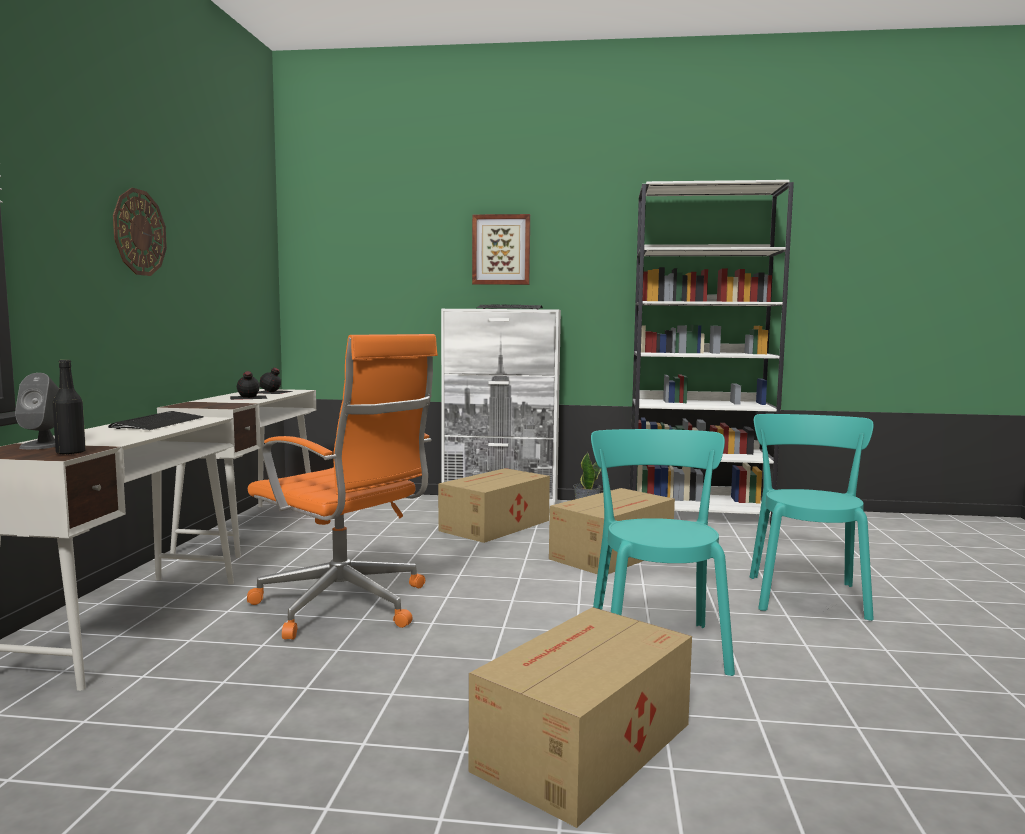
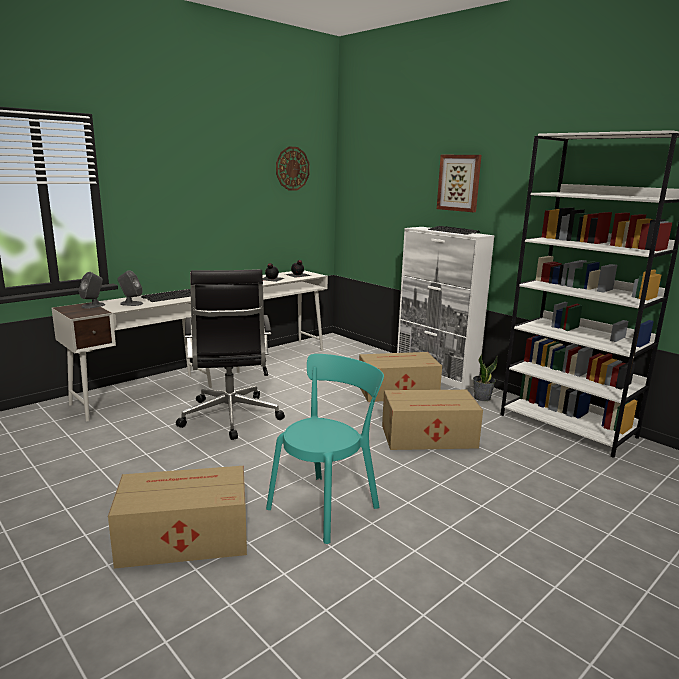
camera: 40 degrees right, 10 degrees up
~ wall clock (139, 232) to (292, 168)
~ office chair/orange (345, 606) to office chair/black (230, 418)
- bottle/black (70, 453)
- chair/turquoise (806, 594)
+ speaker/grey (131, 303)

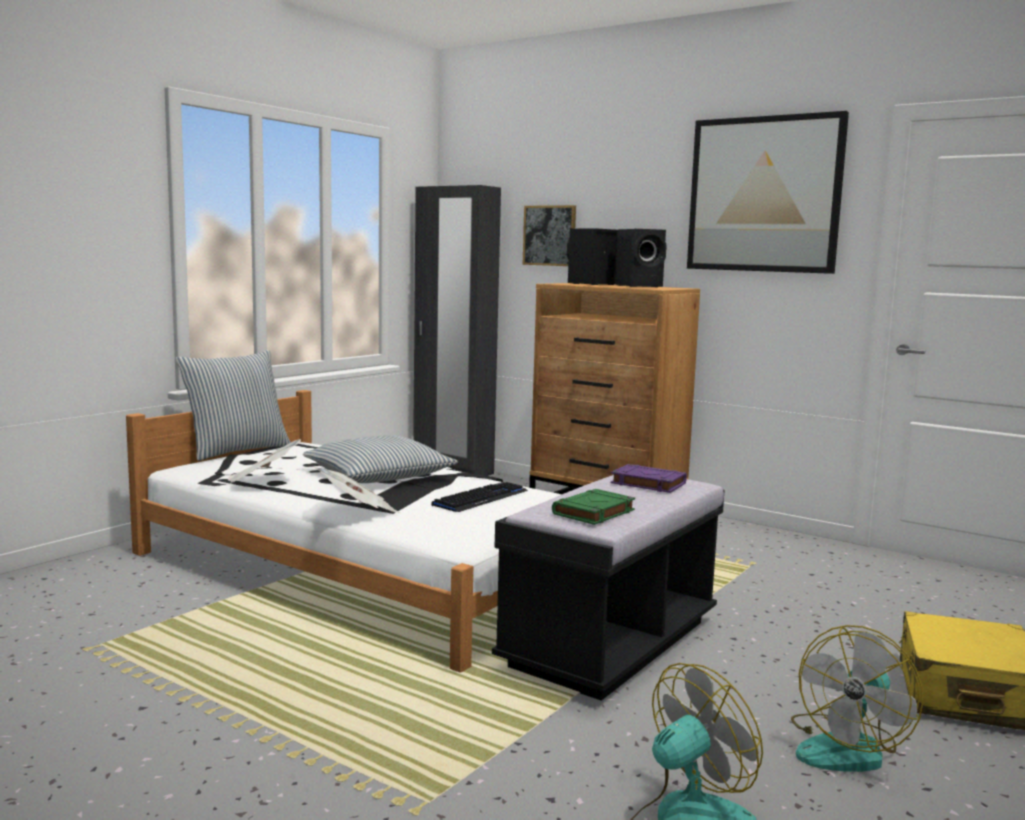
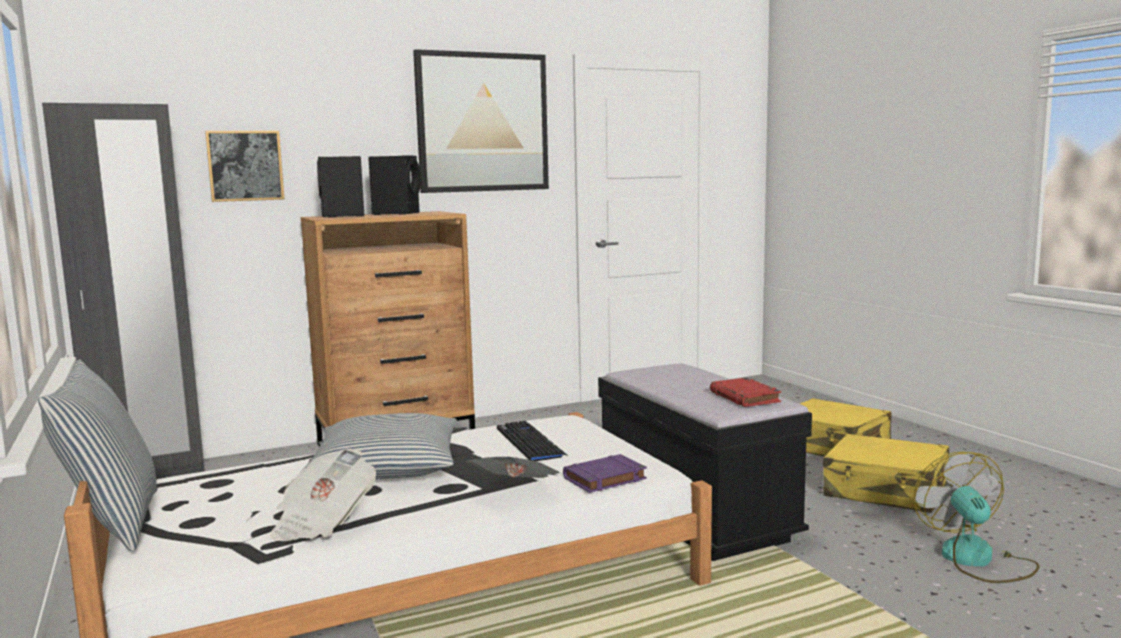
camera: 60 degrees left, 0 degrees up
~ book/purple (647, 483) to (604, 479)
~ book/green (593, 512) to book/red (745, 397)
~ fan (848, 748) to suitcase/yellow (886, 492)

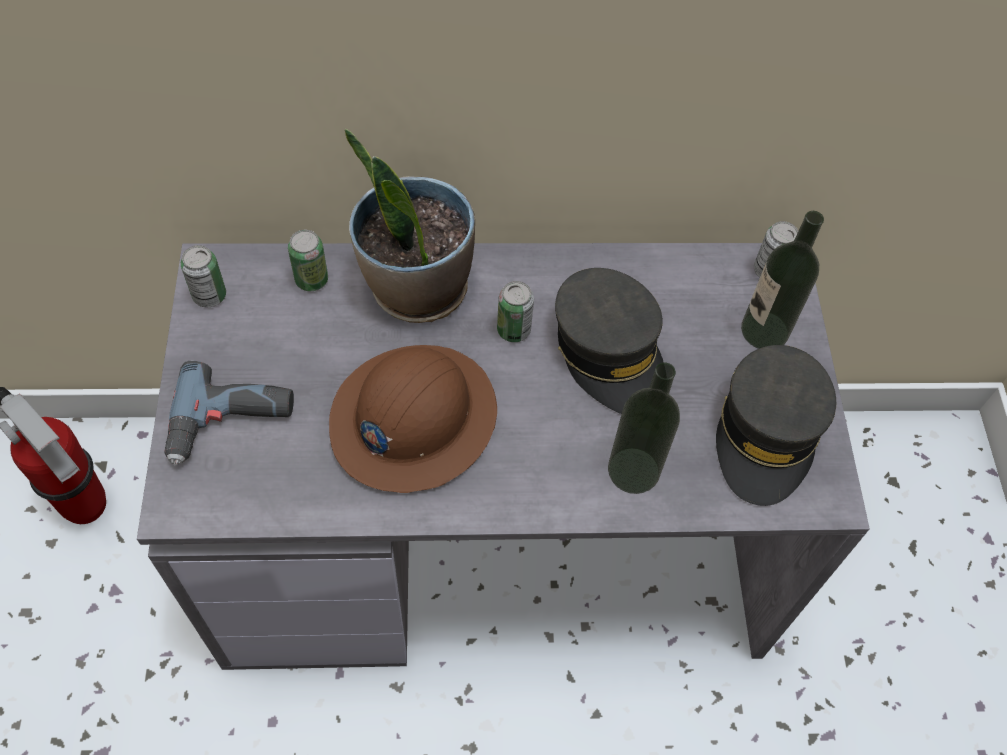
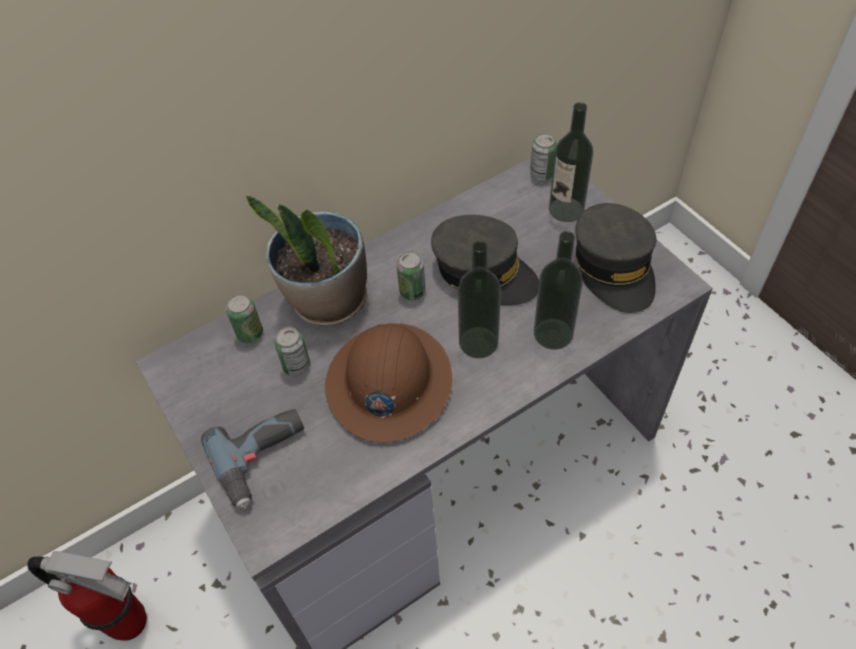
camera: 25 degrees left, 5 degrees down
~ can (209, 295) to (297, 366)
+ bottle (478, 342)

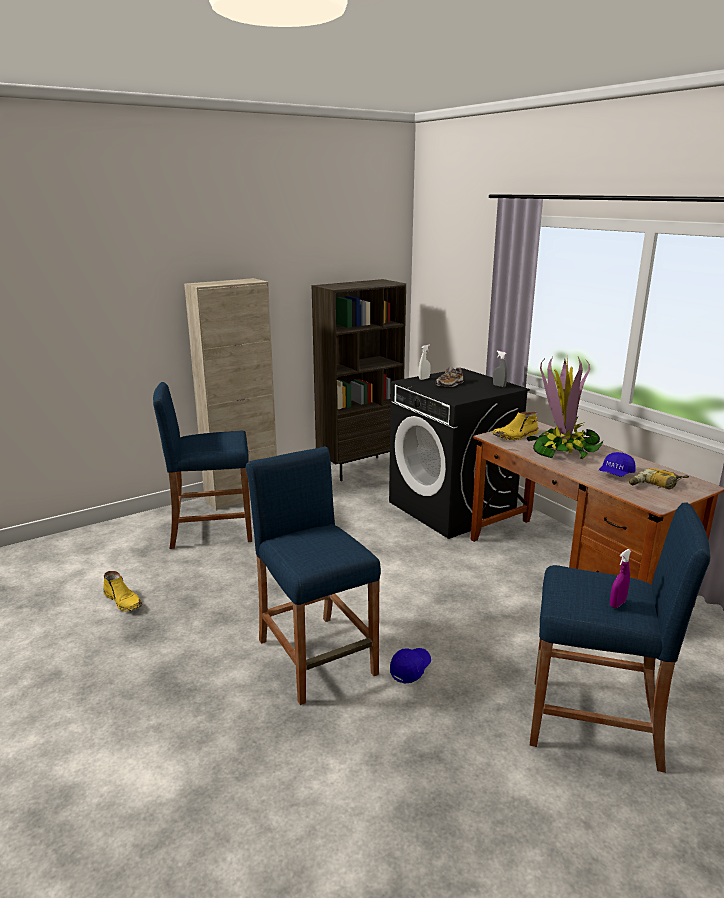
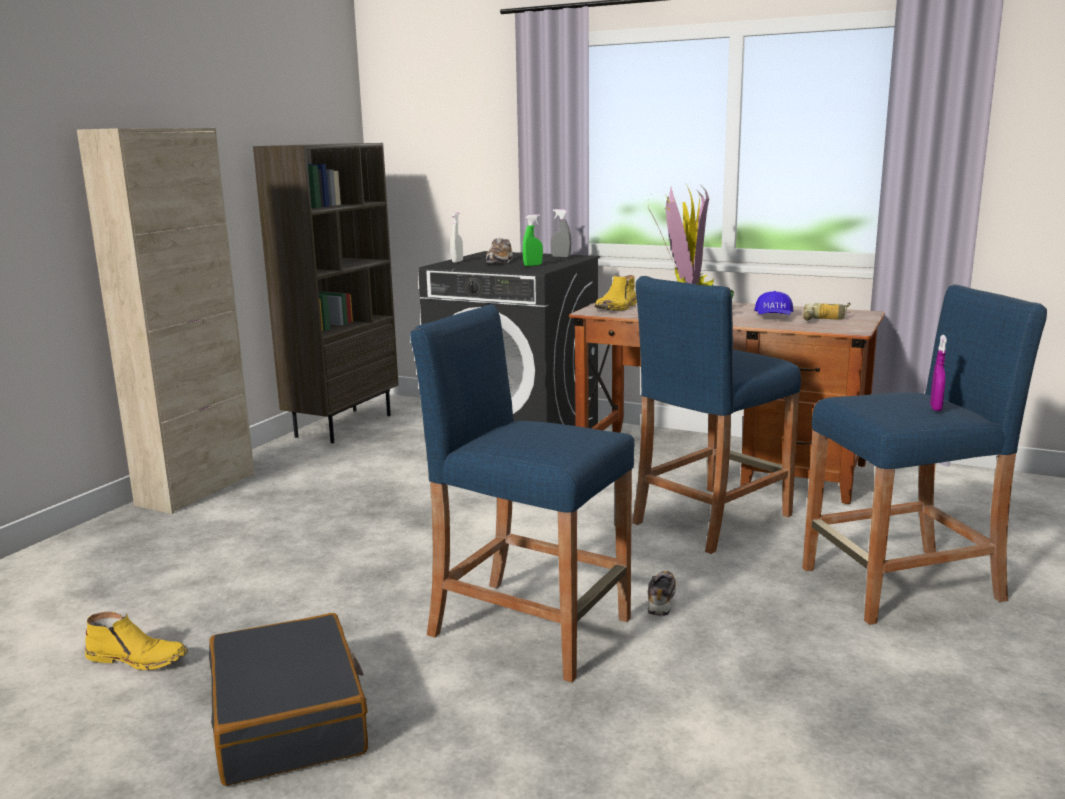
camera: 30 degrees left, 5 degrees down
~ stool/blue (211, 530) to (711, 519)
~ cap/blue (410, 669) to shoe (661, 601)
+ spray bottle/green (533, 265)
+ suitcase/black (289, 719)

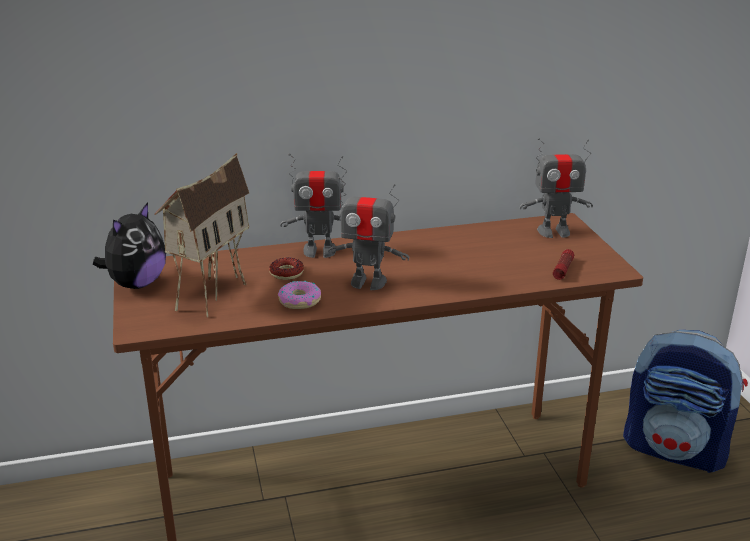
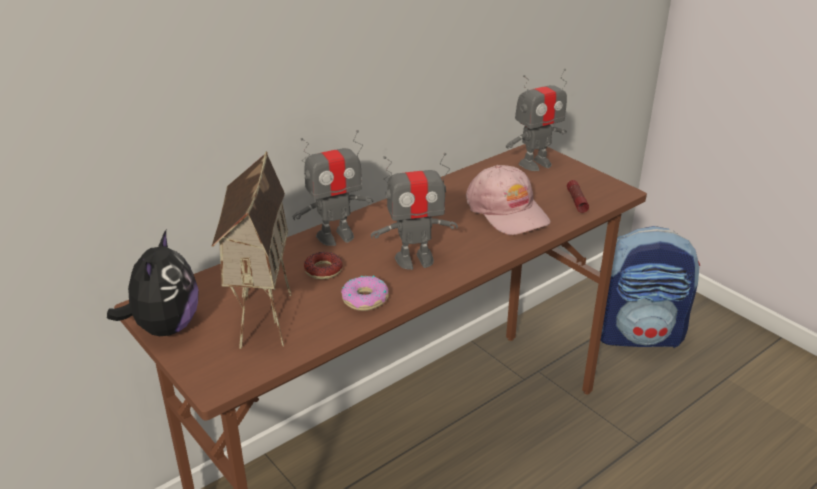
camera: 25 degrees left, 5 degrees up
+ cap/pink (507, 211)

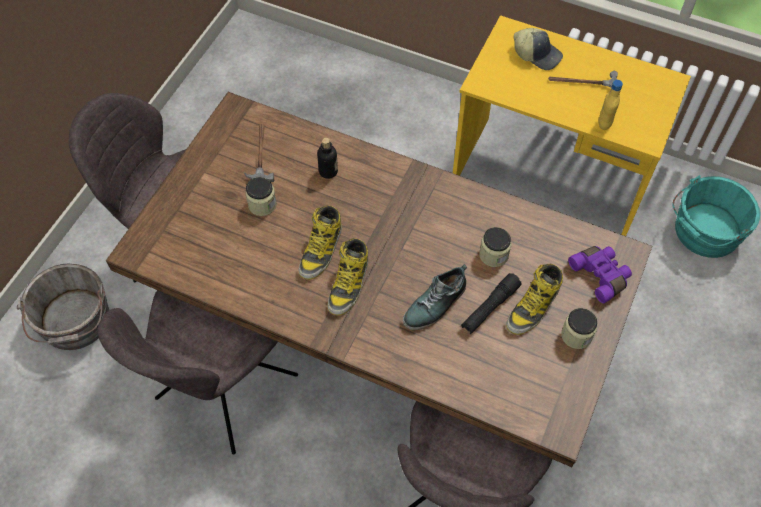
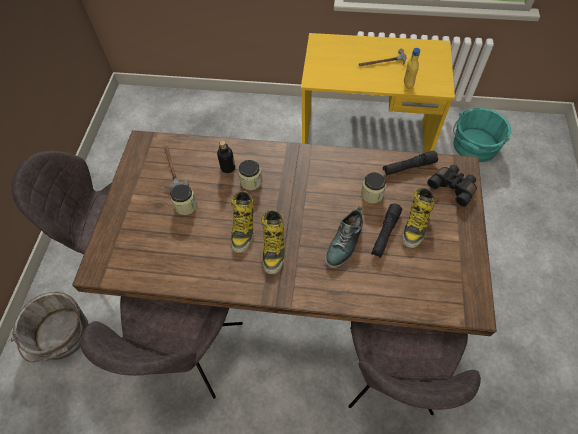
camera: 15 degrees left, 0 degrees up
- cap (537, 54)
~ binoculars/purple (601, 275) to binoculars/black (453, 187)
~ jar (576, 335) to (251, 181)
+ flashlight/black (409, 167)

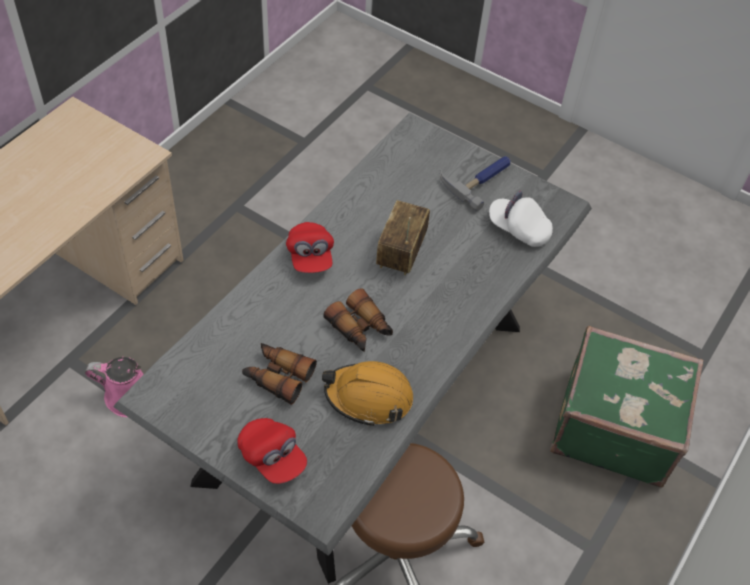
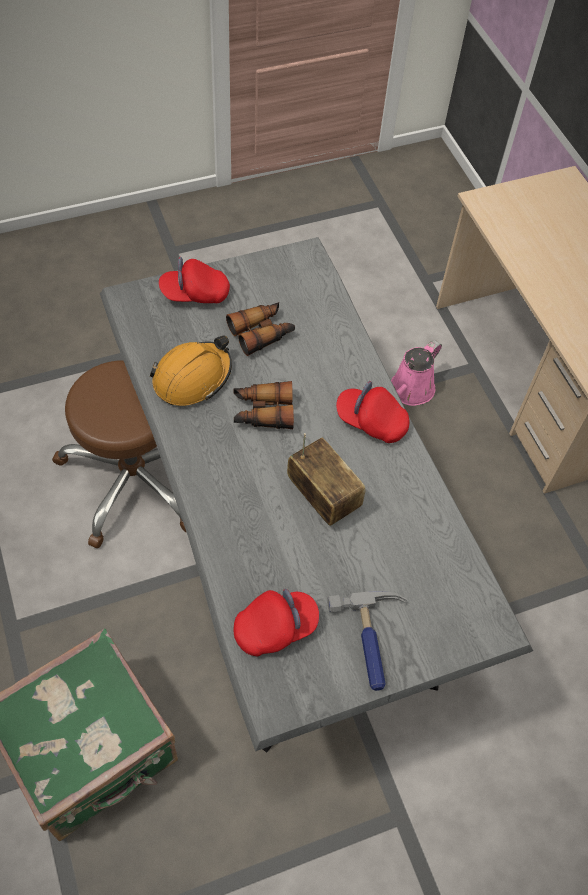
camera: 125 degrees right, 5 degrees up
~ cap/white (518, 229) to cap/red (275, 628)

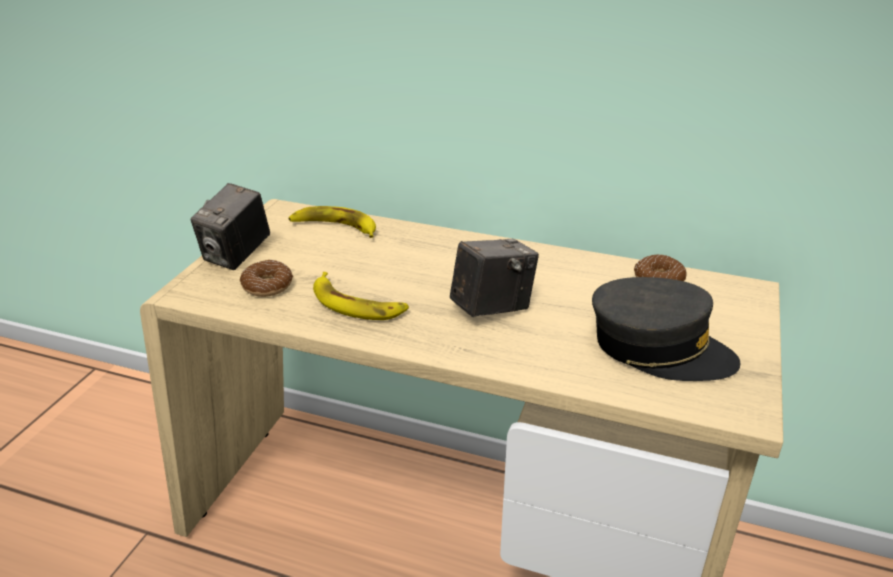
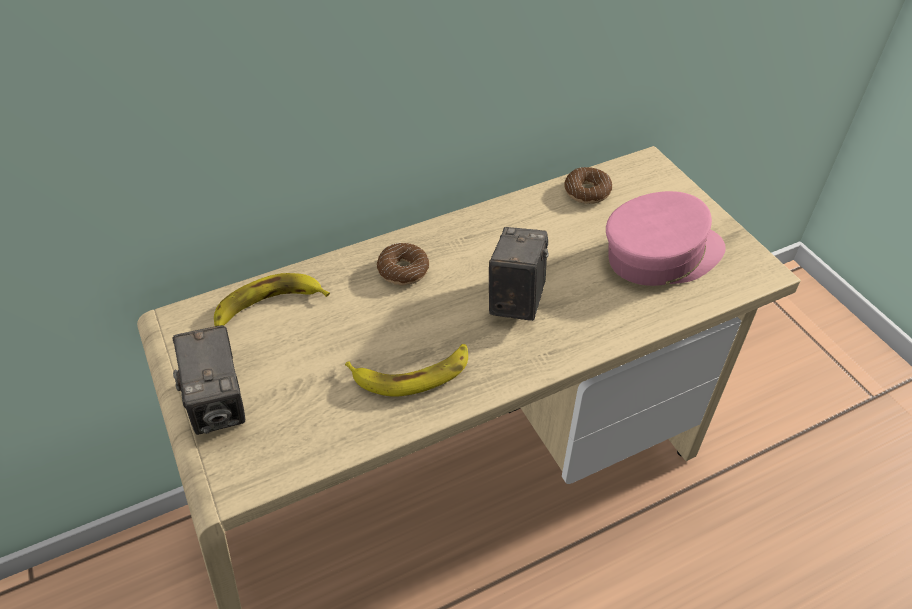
camera: 45 degrees left, 15 degrees up
~ donut (267, 286) to (403, 270)
~ cap/grey (659, 348) to cap/pink (661, 255)

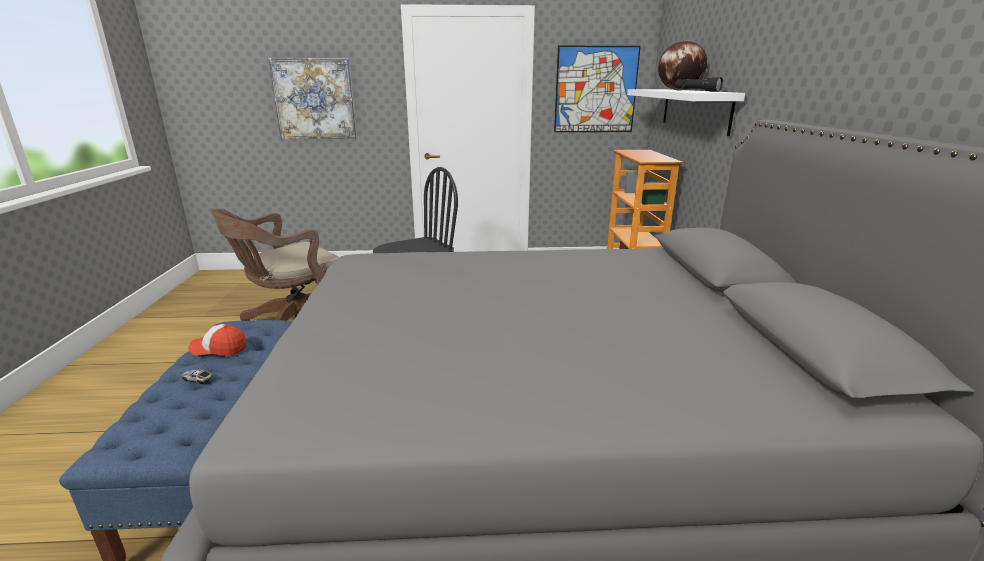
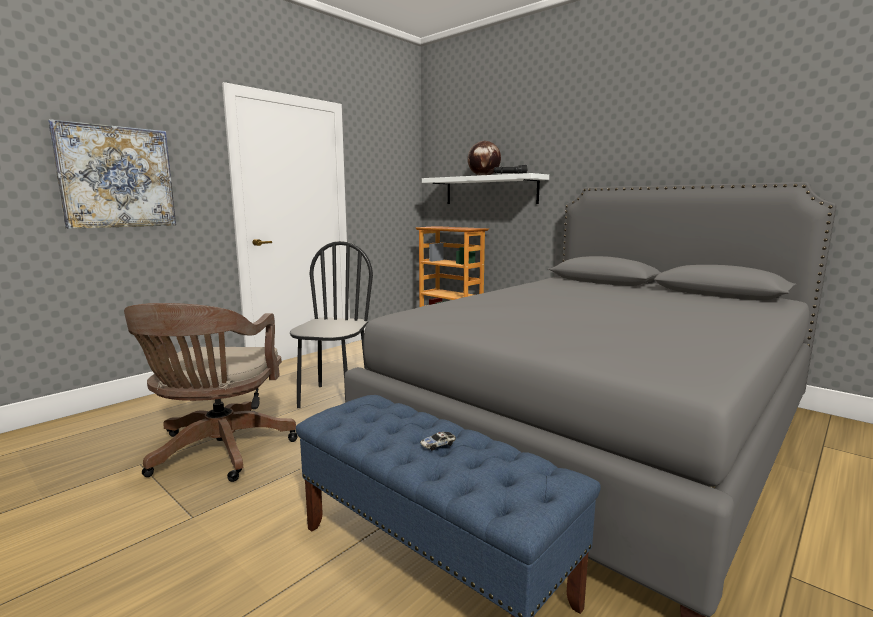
camera: 45 degrees left, 10 degrees down
- picture (595, 90)
- cap (219, 349)

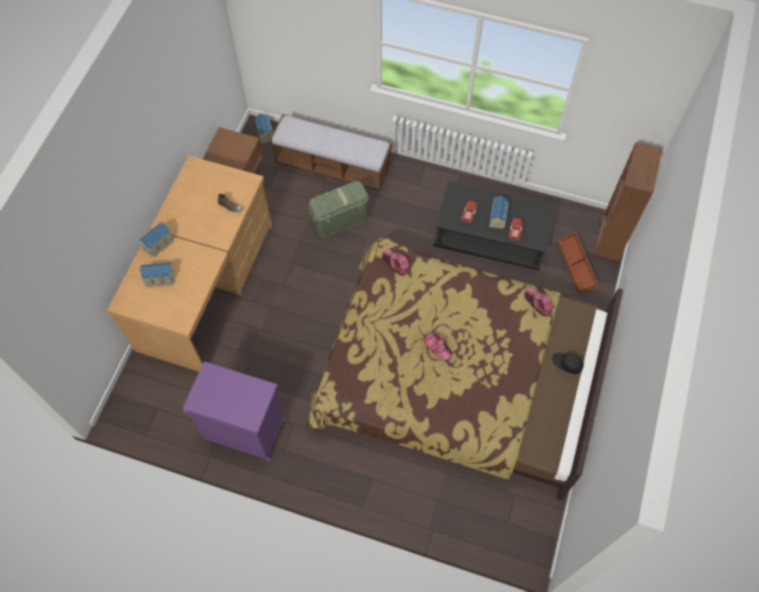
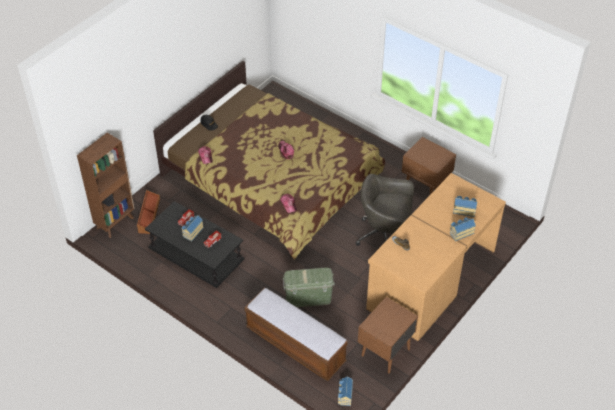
camera: 160 degrees left, 15 degrees down
~ cabinet/purple (243, 429) to nightstand/brown (426, 187)
+ office chair/grey (385, 236)

